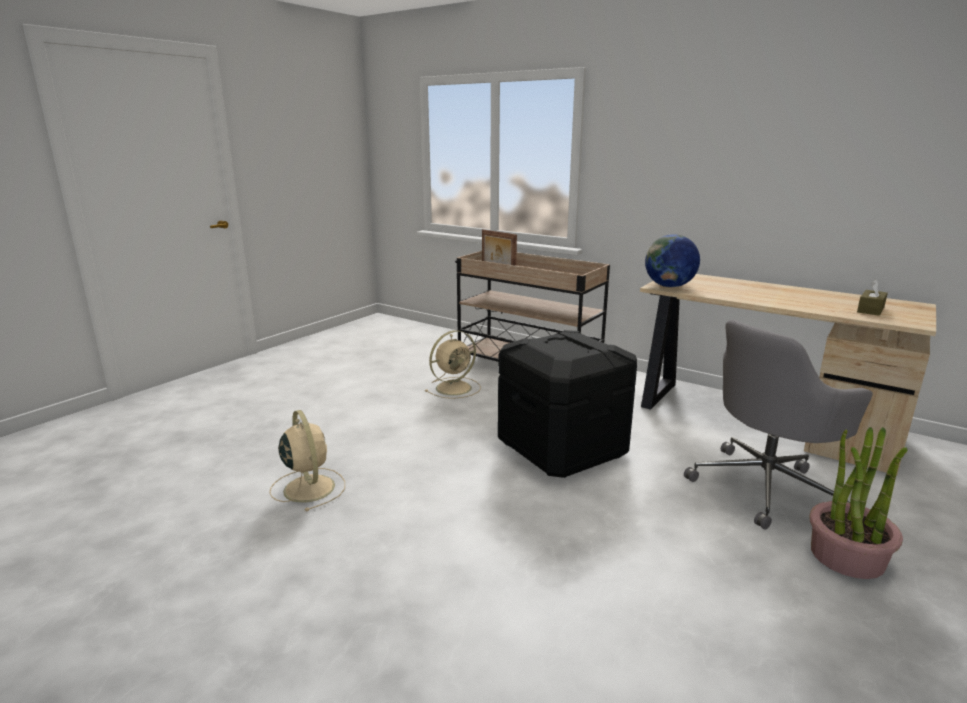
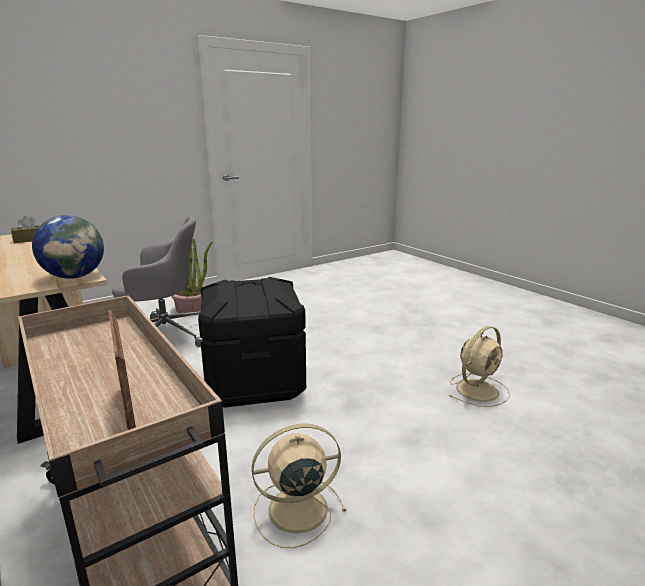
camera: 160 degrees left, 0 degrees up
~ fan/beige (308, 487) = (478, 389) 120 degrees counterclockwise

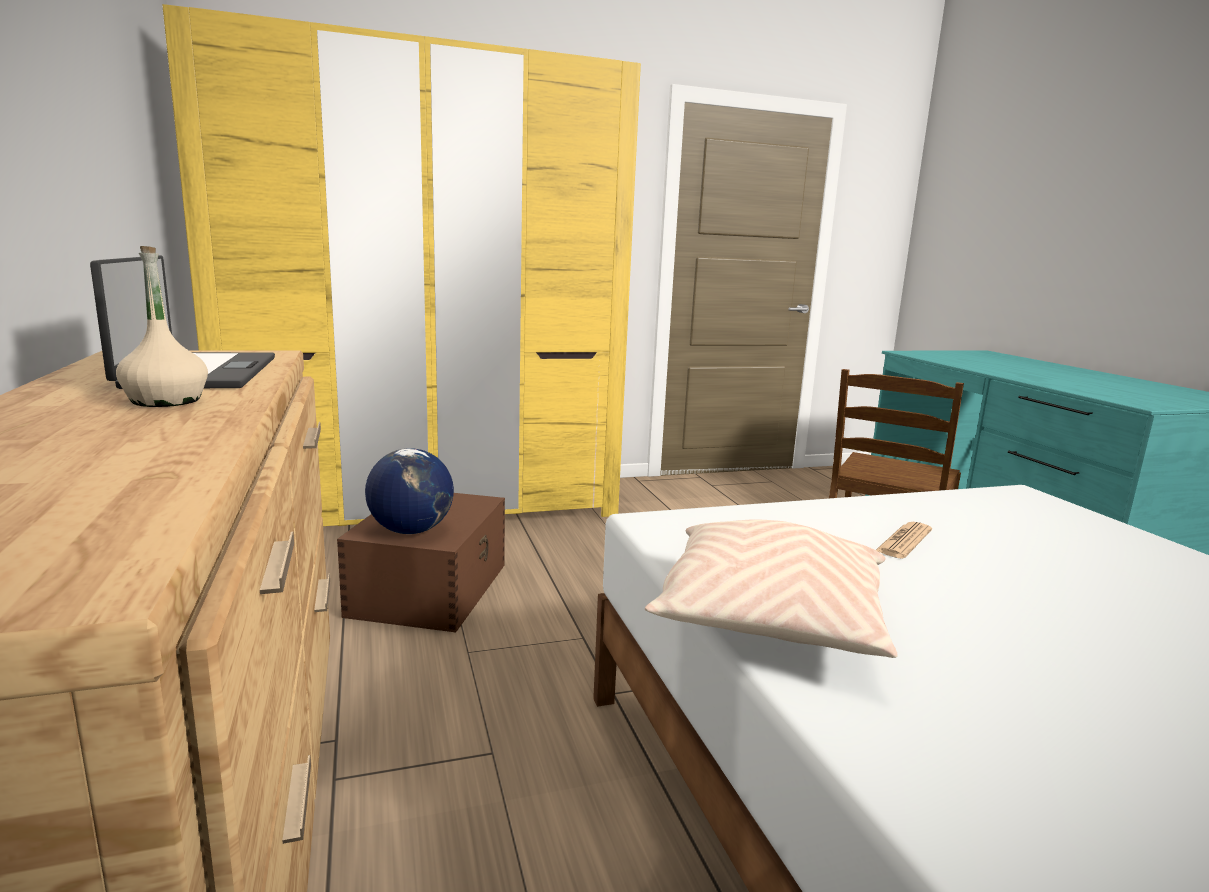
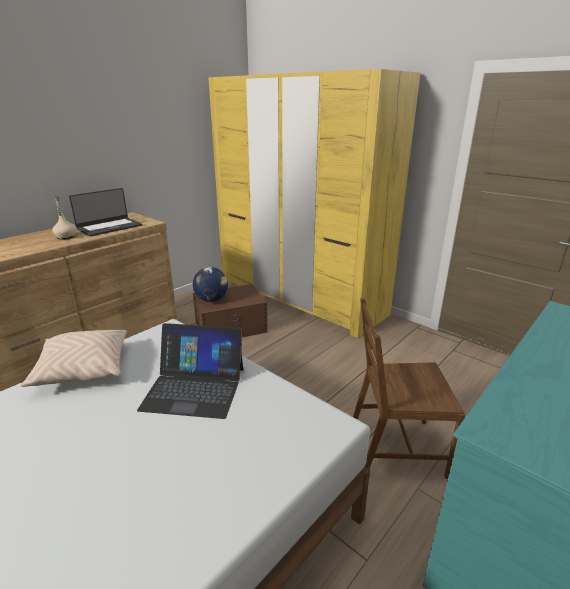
camera: 60 degrees right, 10 degrees up
~ newspaper (904, 541) to laptop (194, 388)

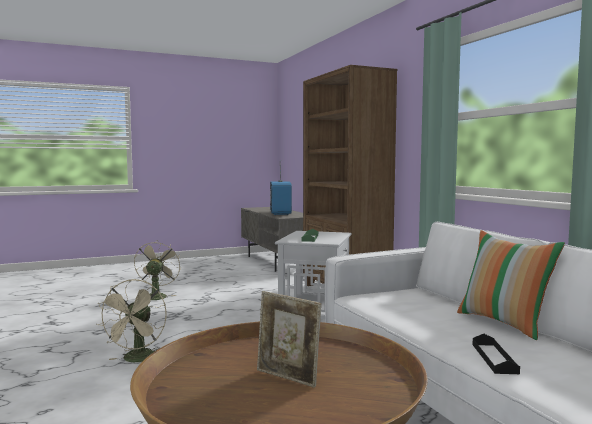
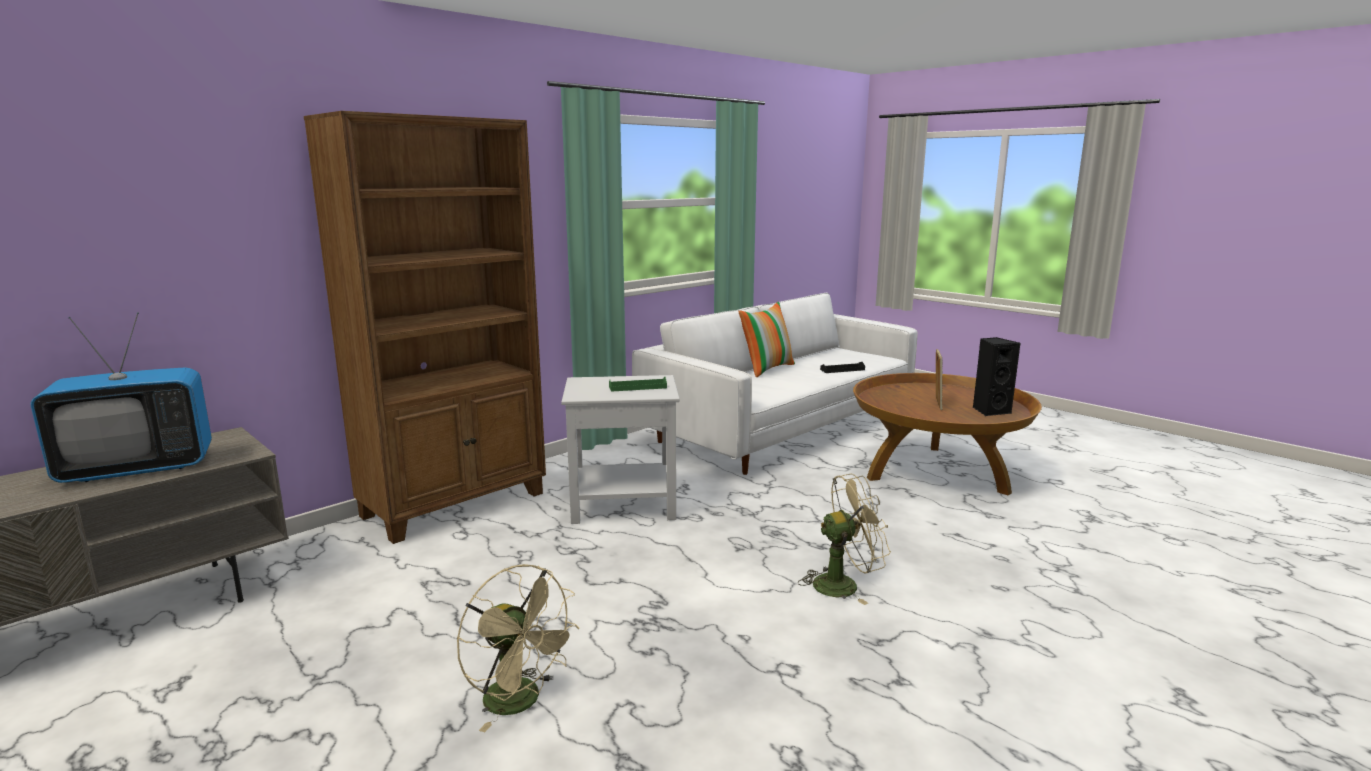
camera: 110 degrees left, 10 degrees up
~ fan/beige (156, 296) = (521, 702) 120 degrees counterclockwise
+ speaker/black (990, 411)

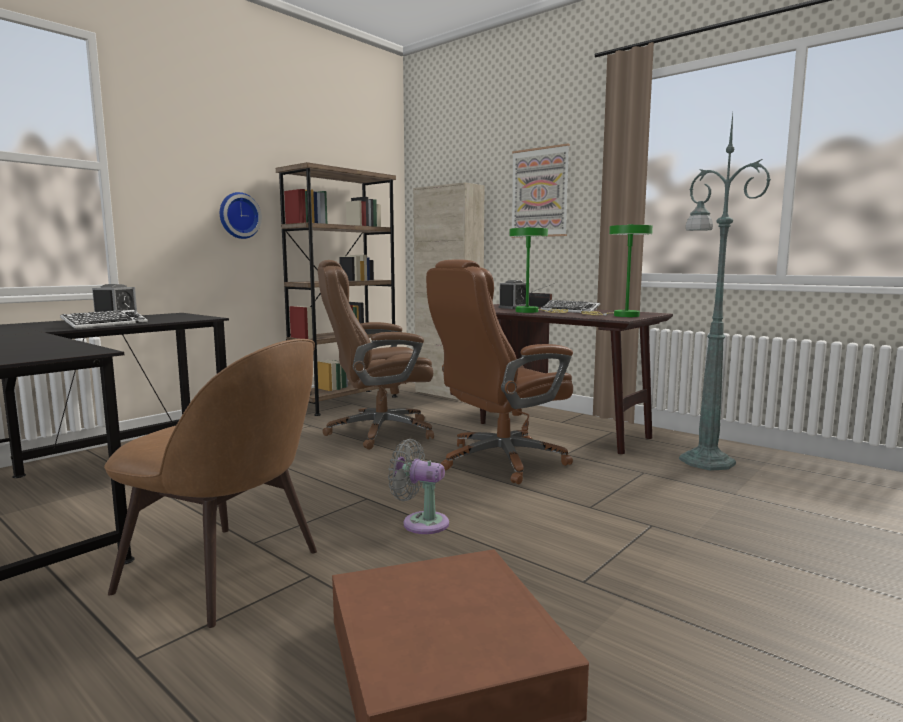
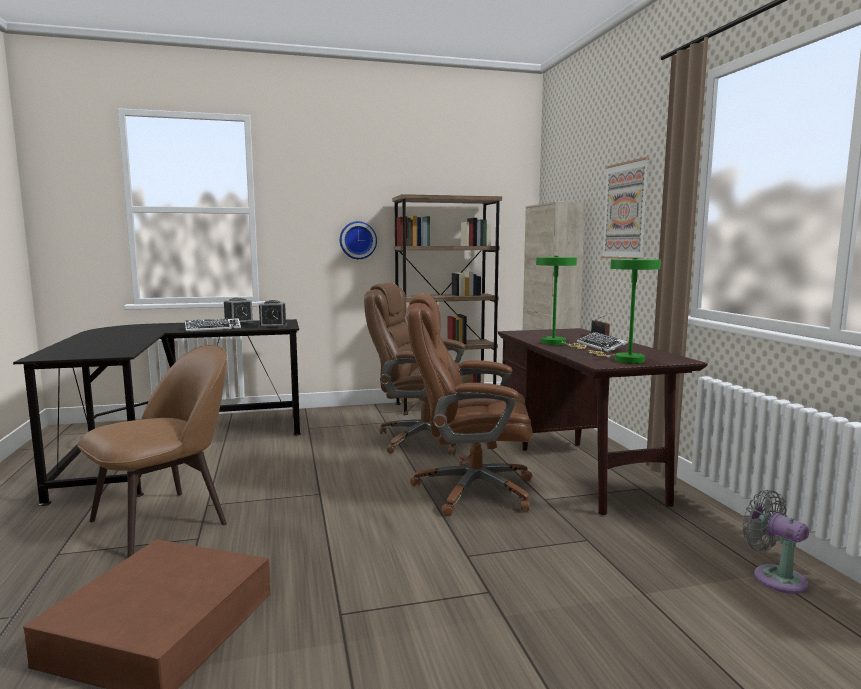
camera: 35 degrees right, 0 degrees up
- floor lamp/green (704, 460)
~ alarm clock (514, 307) to (273, 326)
~ chair/brown (226, 573) = (164, 520) 105 degrees counterclockwise
~ fan/grey (421, 522) to (774, 577)

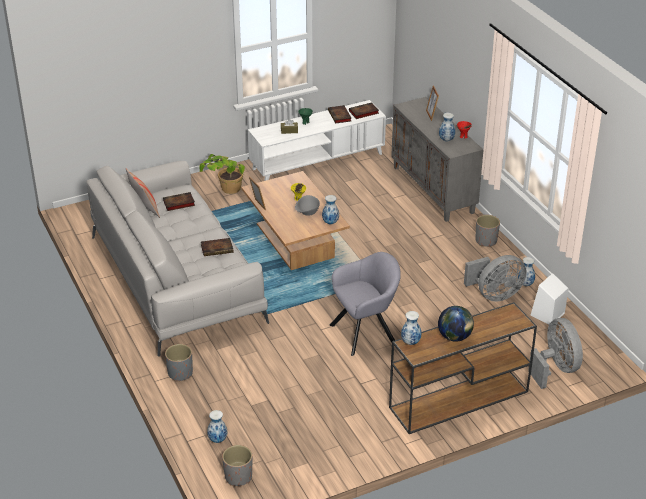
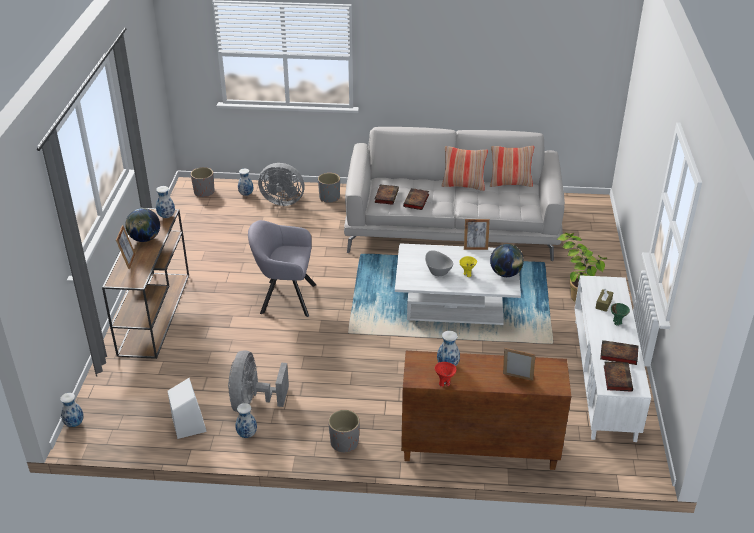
camera: 120 degrees right, 0 degrees up
~ cabinet/grey (434, 190) to cabinet/brown (478, 449)
~ coffee table/brown (295, 241) to coffee table/white (455, 306)
~ book (178, 203) to (386, 196)
~ vase (330, 222) to (74, 424)
~ armchair/grey (366, 332) = (284, 298) 90 degrees clockwise
~ fan/grey (555, 369) to (282, 200)
+ pillow (463, 185)
+ picture frame (128, 261)
+ globe (505, 274)

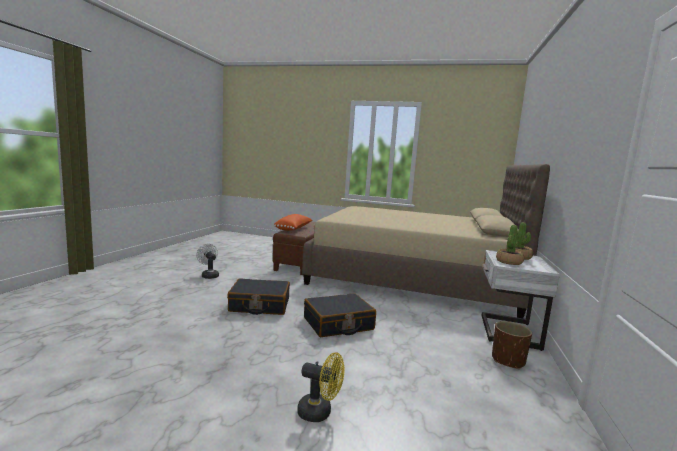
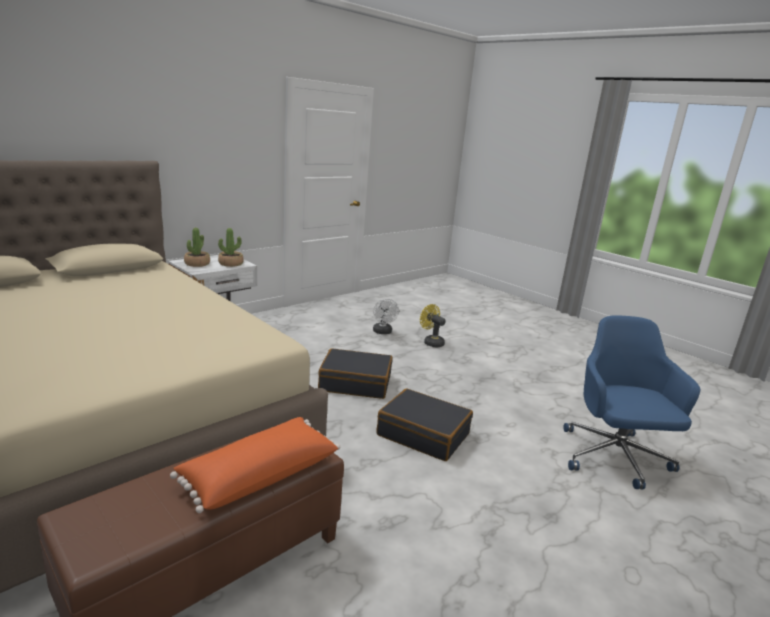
camera: 150 degrees left, 10 degrees up
~ fan/white (209, 275) to (383, 332)
- planter/brown (508, 360)
+ office chair/blue (614, 458)

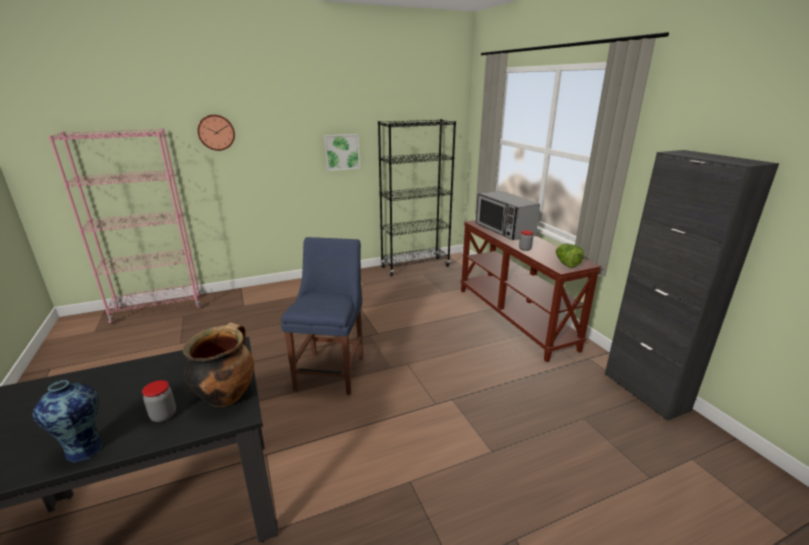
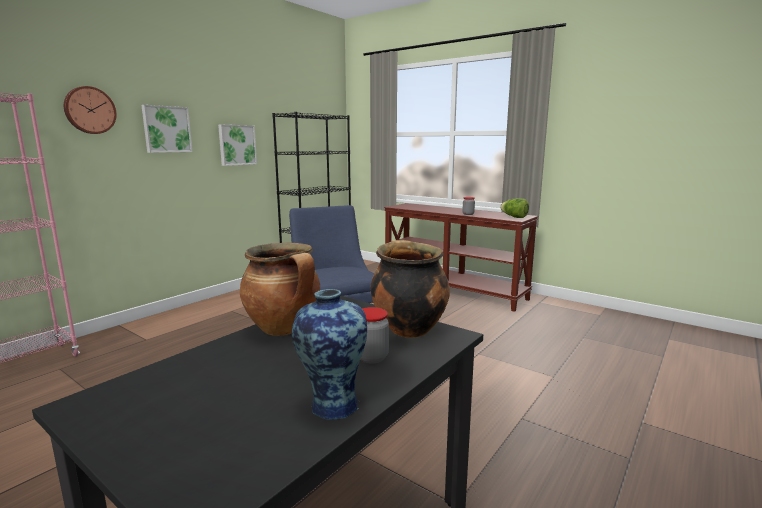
camera: 30 degrees left, 10 degrees down
- cabinet/black (645, 391)
- microwave (504, 230)
+ picture (166, 129)
+ cooking pot (284, 329)

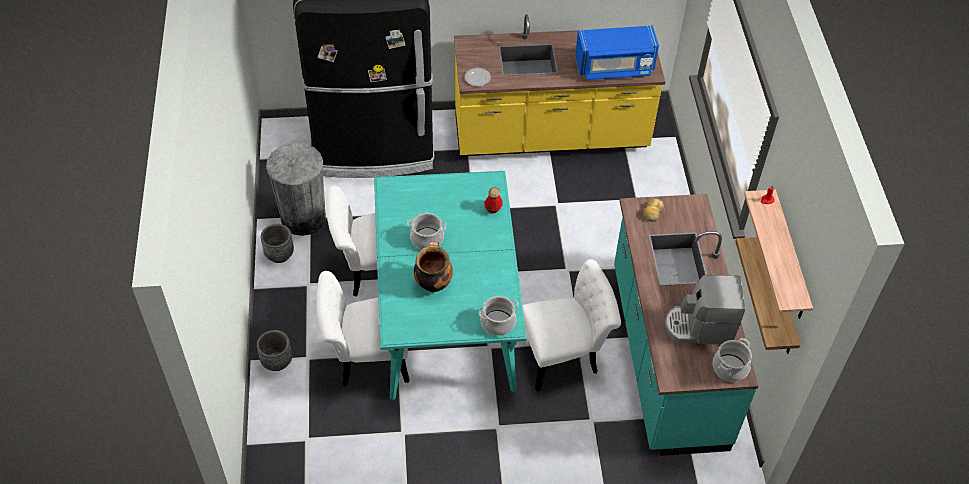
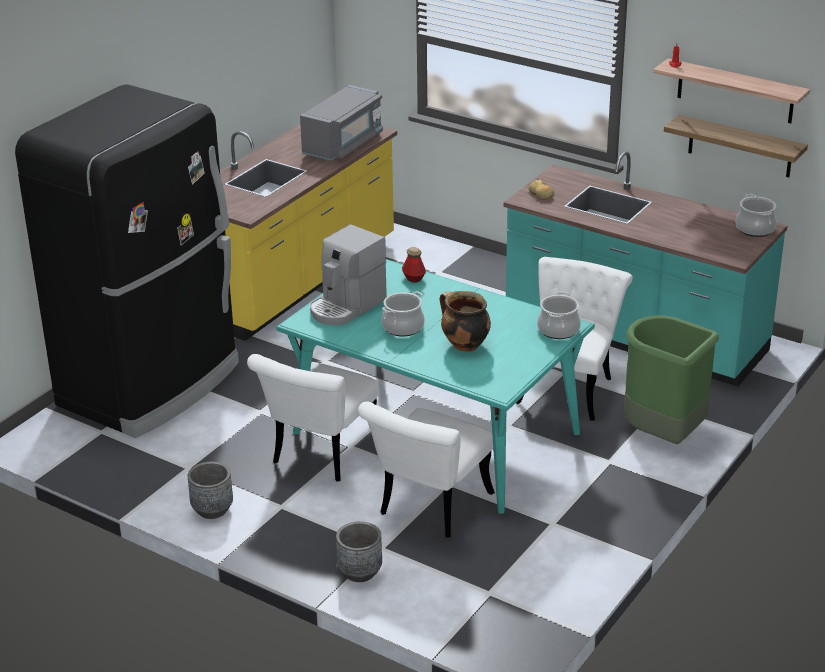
camera: 50 degrees left, 20 degrees down
~ microwave/blue (614, 67) to microwave/grey (343, 144)
- plate (477, 78)
- trash can/grey (303, 218)
~ coffee machine (699, 327) to (346, 306)
+ trash can/green (662, 435)

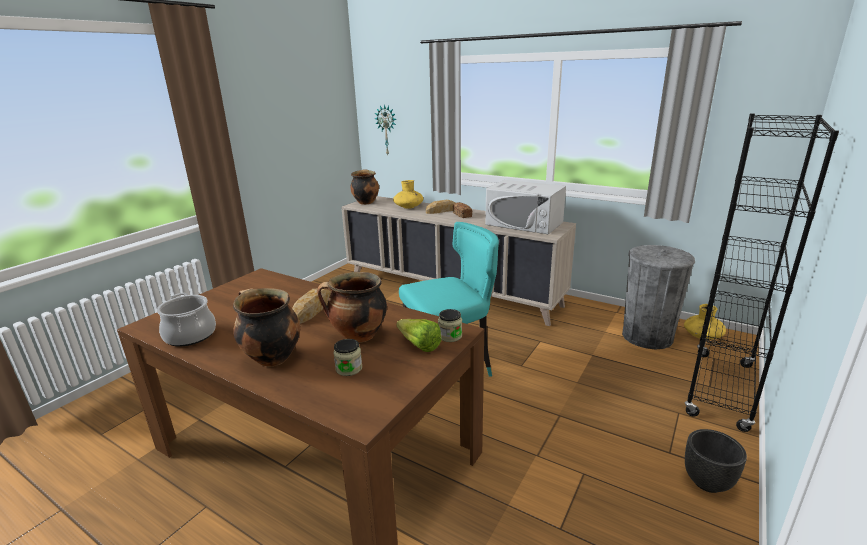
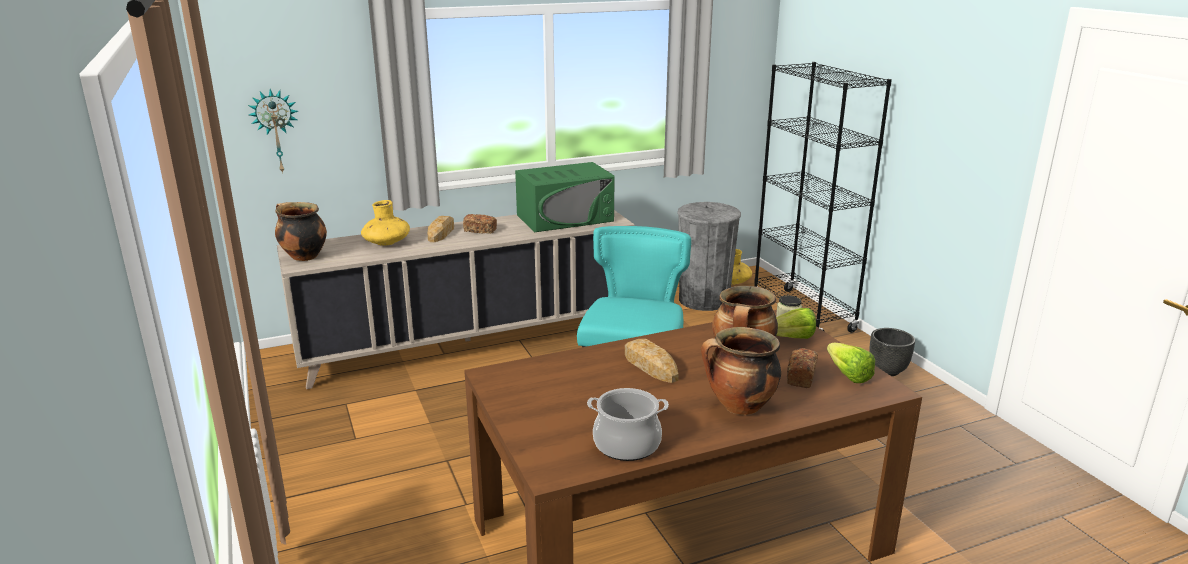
camera: 55 degrees left, 0 degrees up
~ microwave/white (524, 223) to microwave/green (565, 218)
~ jar (349, 368) to bread (801, 376)
+ lettuce (846, 373)

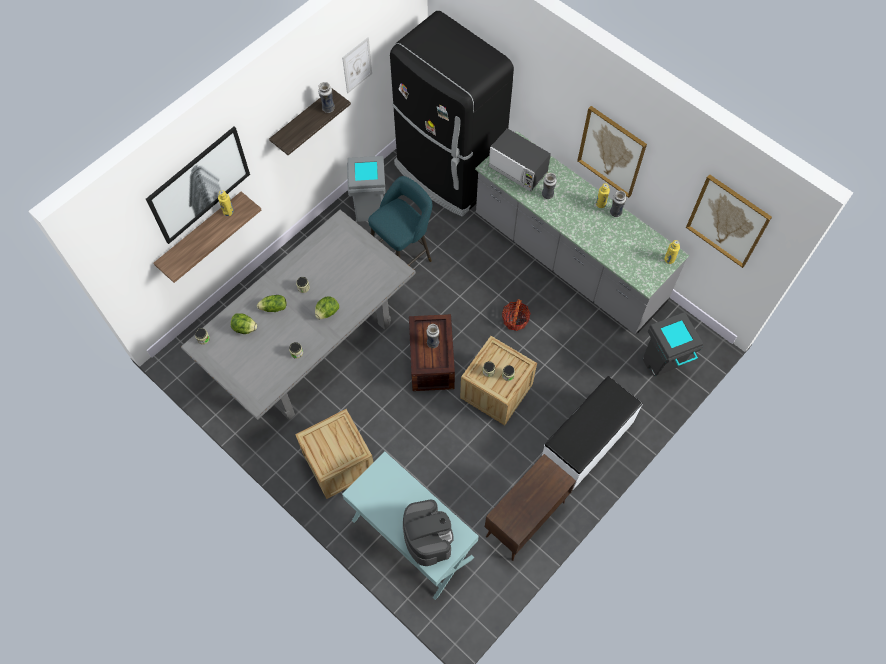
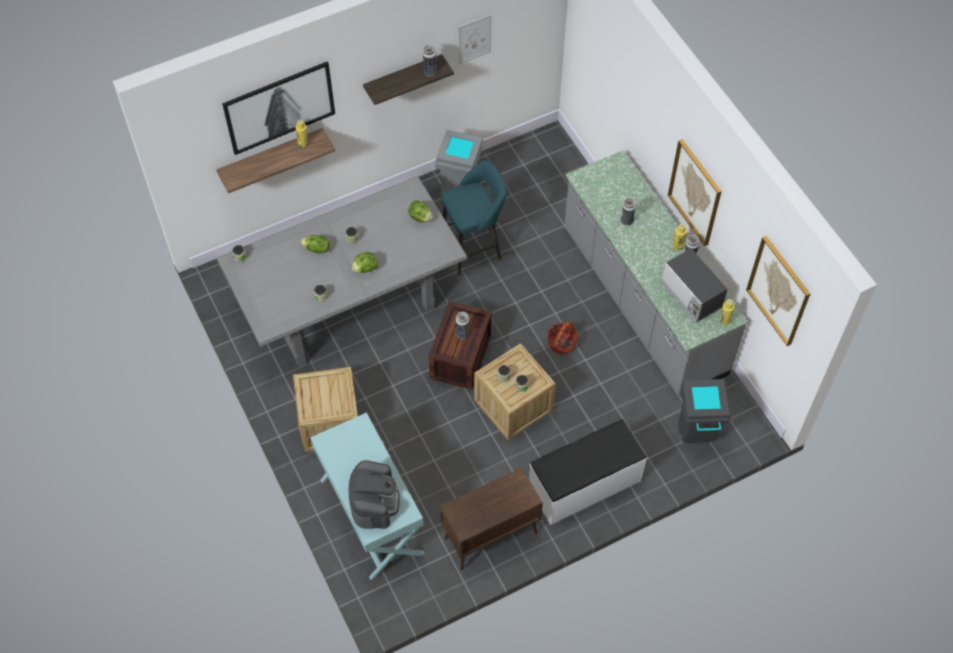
camera: 20 degrees right, 5 degrees down
- fridge/black (448, 173)
~ microwave (518, 170) to (691, 295)
~ lettuce (245, 328) to (420, 217)

